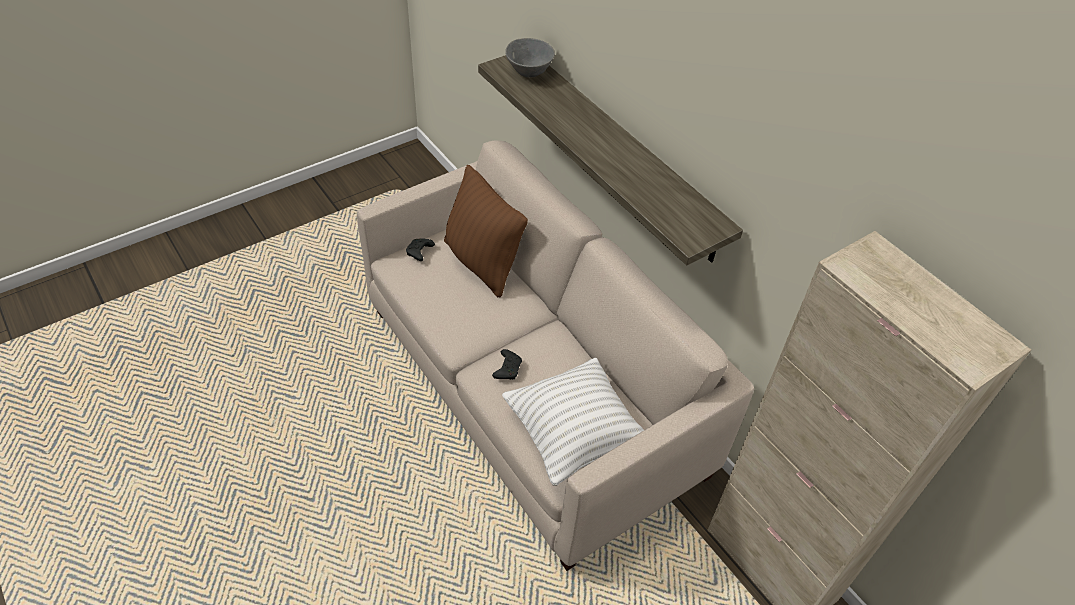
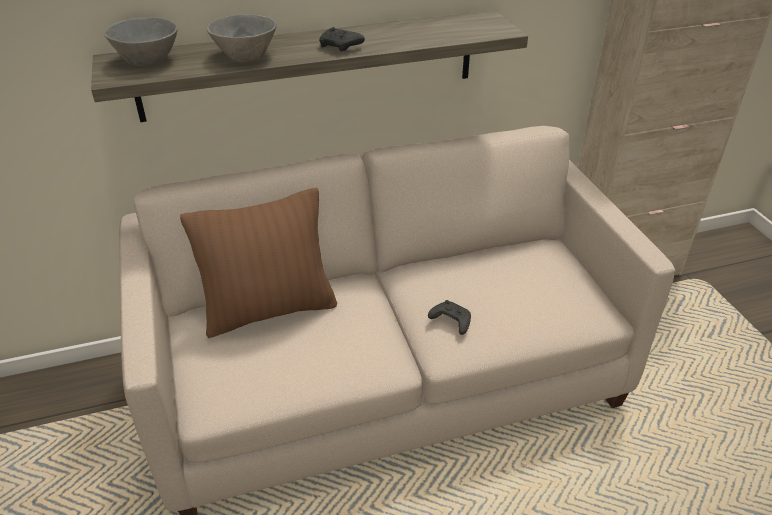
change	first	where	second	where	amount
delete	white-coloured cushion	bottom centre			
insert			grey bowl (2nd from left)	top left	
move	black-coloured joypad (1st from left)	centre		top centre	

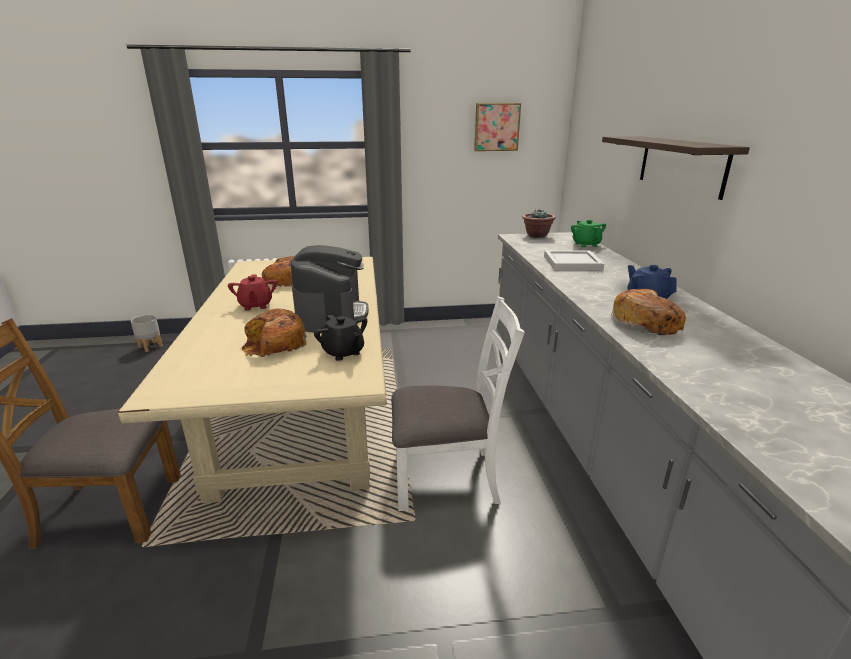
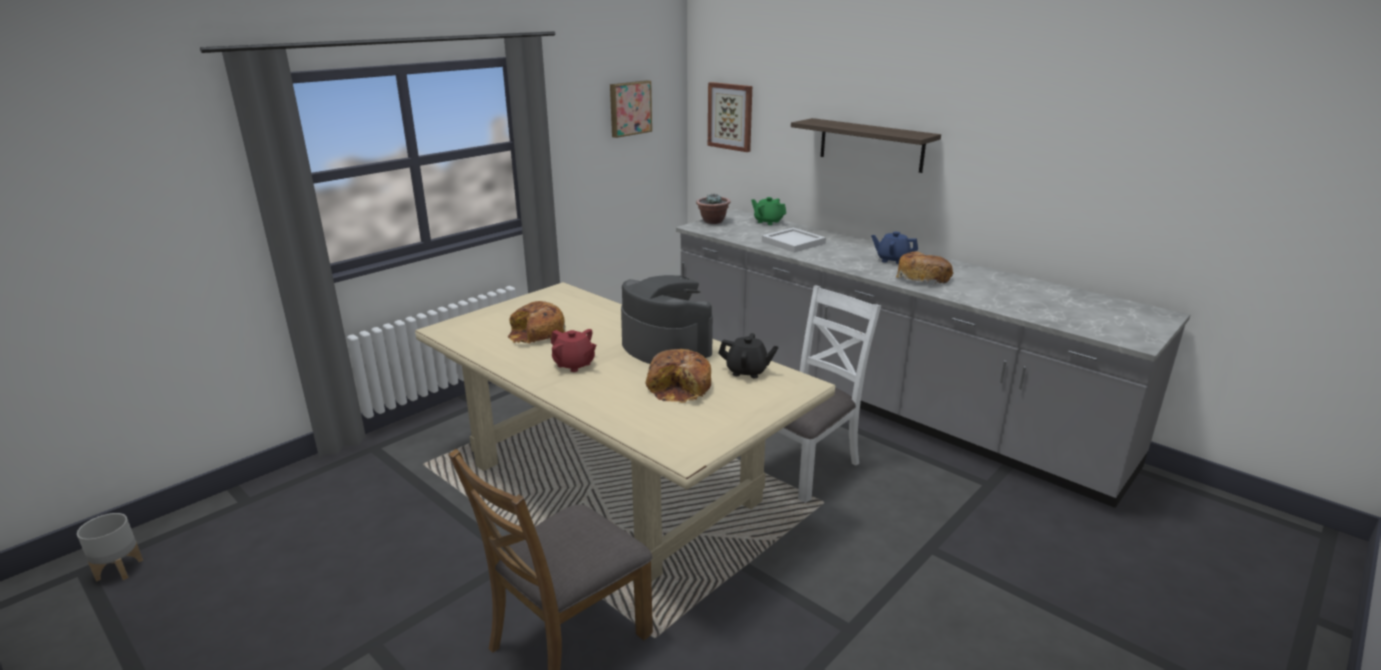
change	first	where	second	where	amount
insert			wall picture (2nd from left)	top centre	
move	grey flower pot	middle left		bottom left	

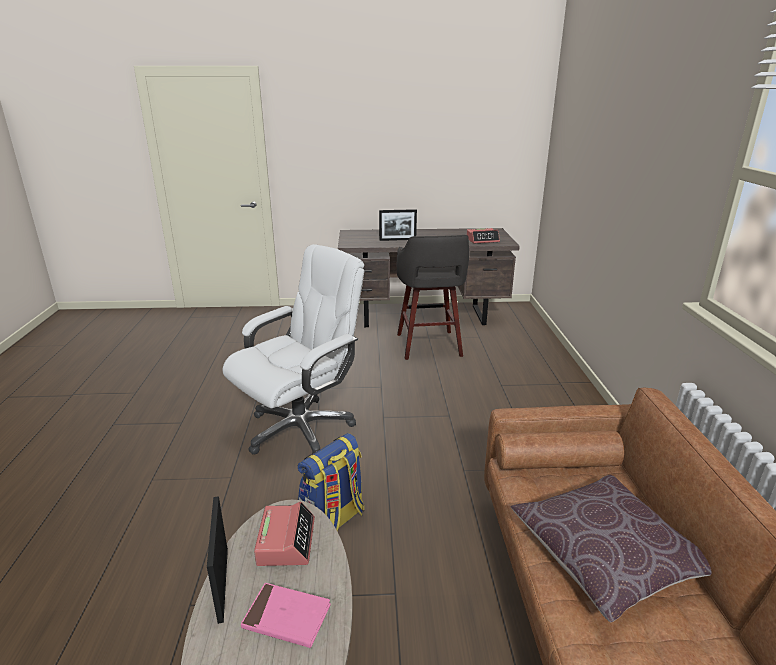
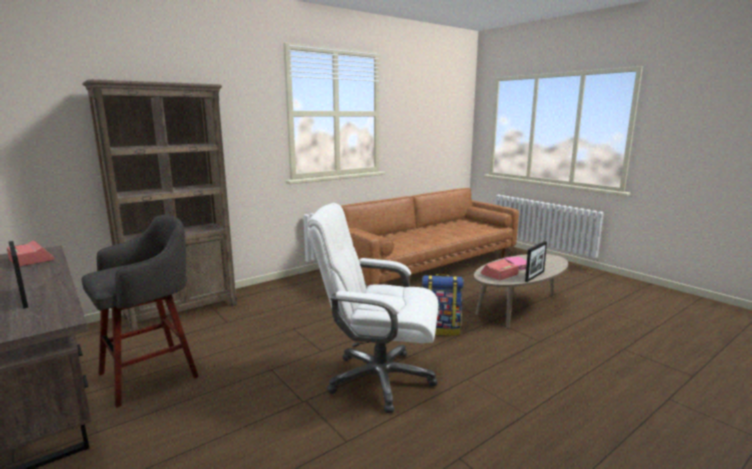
change	first	where	second	where	amount
delete	brownish cushion	bottom right			
insert			brownish bookshelf	middle left	

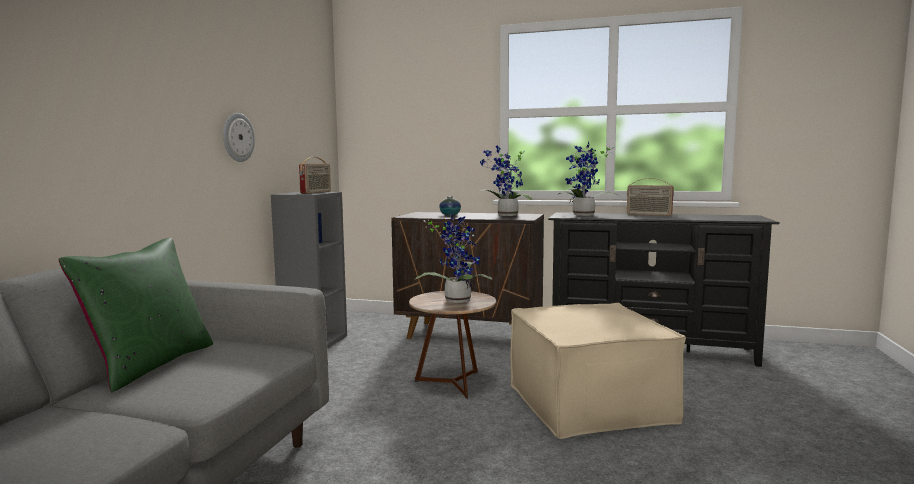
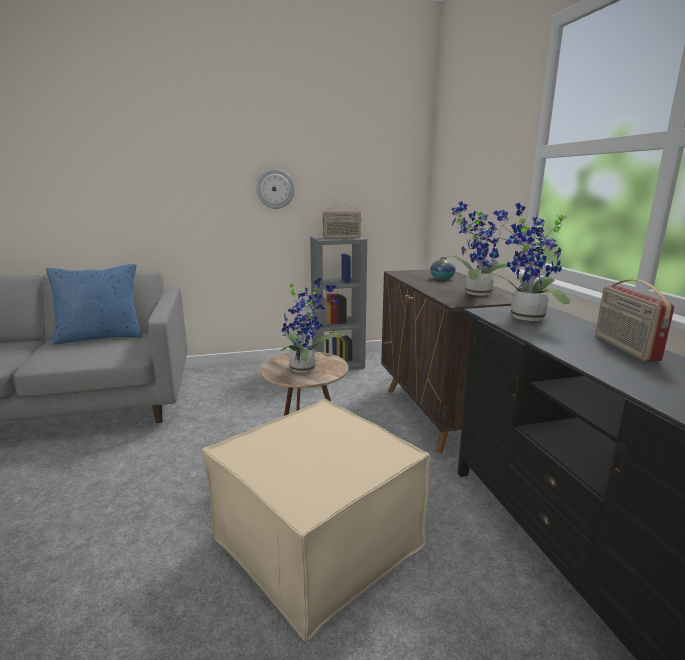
change	first	where	second	where	amount
recolor	green-coloured cushion	middle left	blue cushion	middle left	

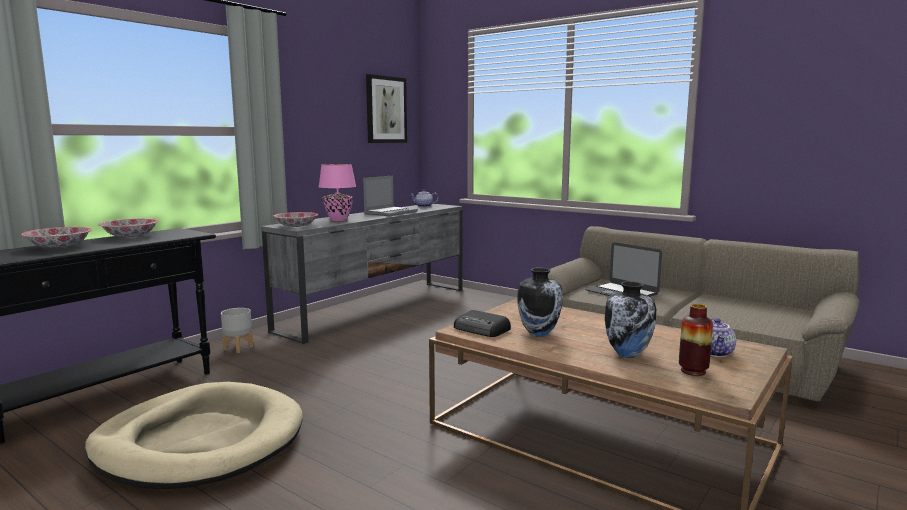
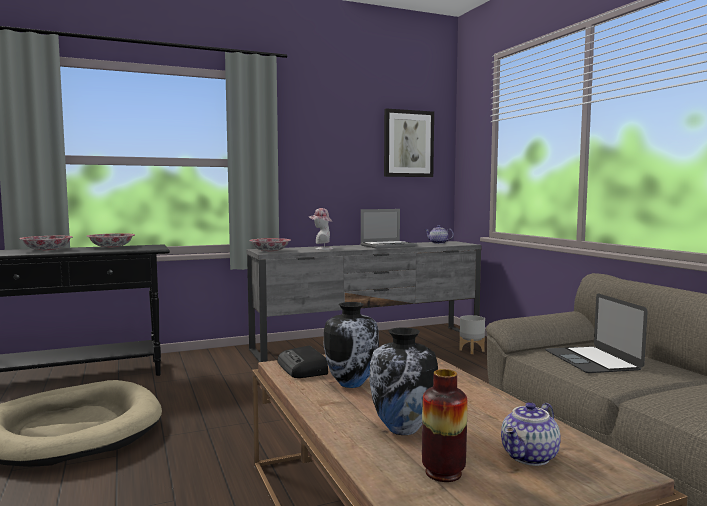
change	first	where	second	where	amount
move	grey flower pot	middle left		middle right	
replace	pinkish table lamp	centre	hat	centre	

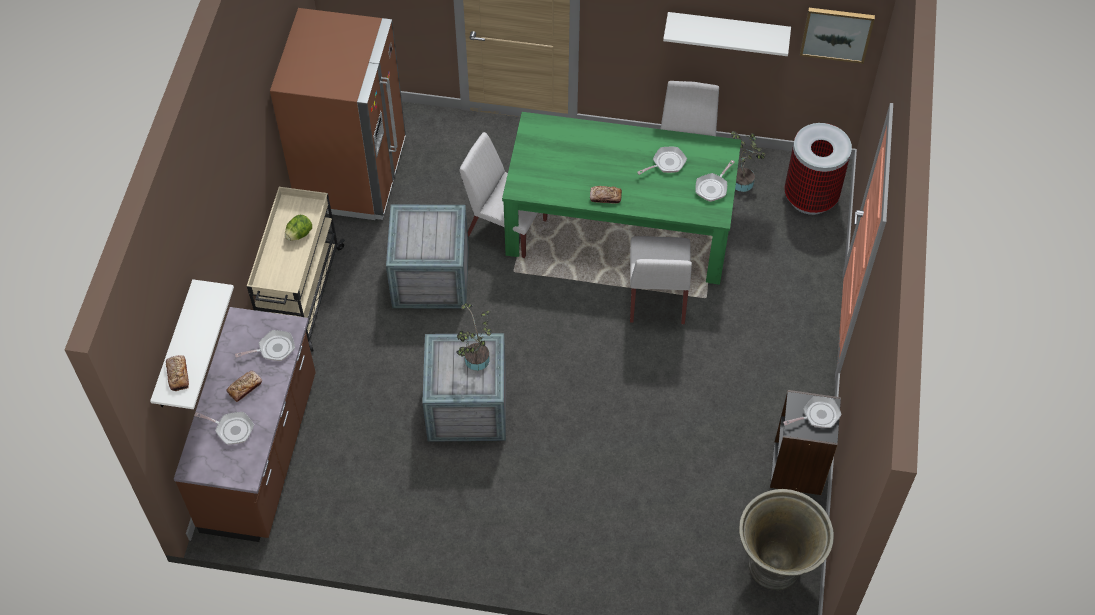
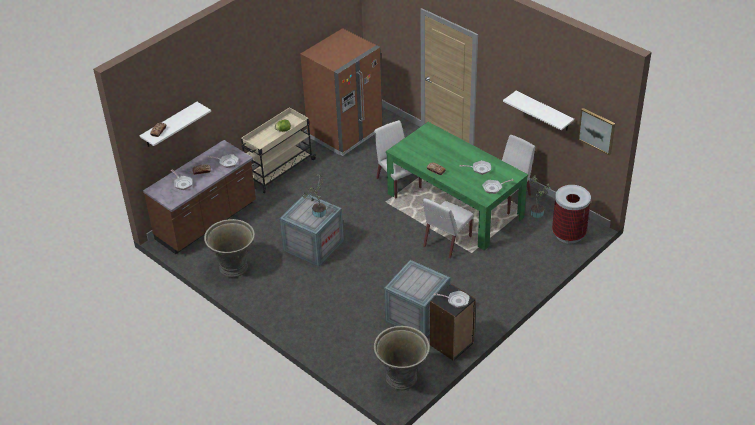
change	first	where	second	where	amount
insert			grey flower pot (1st from left)	middle left	
move	packing crate (1st from left in the first image)	centre	packing crate (2nd from left)	bottom centre	

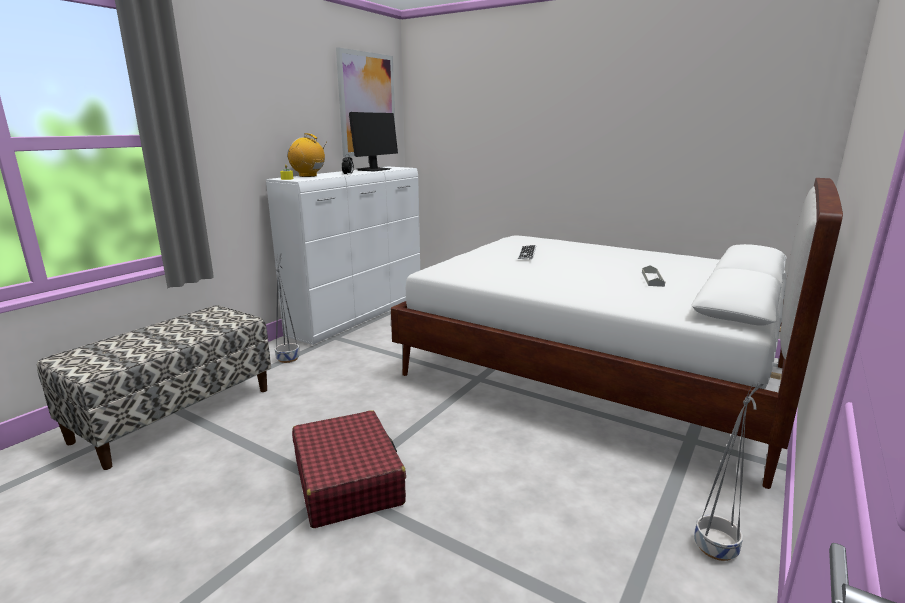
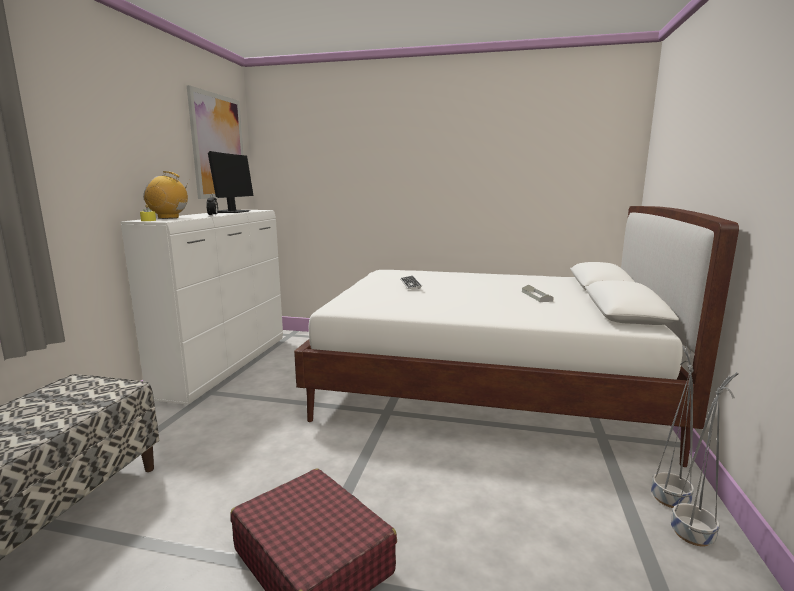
change	first	where	second	where	amount
move	grey flower pot (1st from left)	middle left		bottom right	

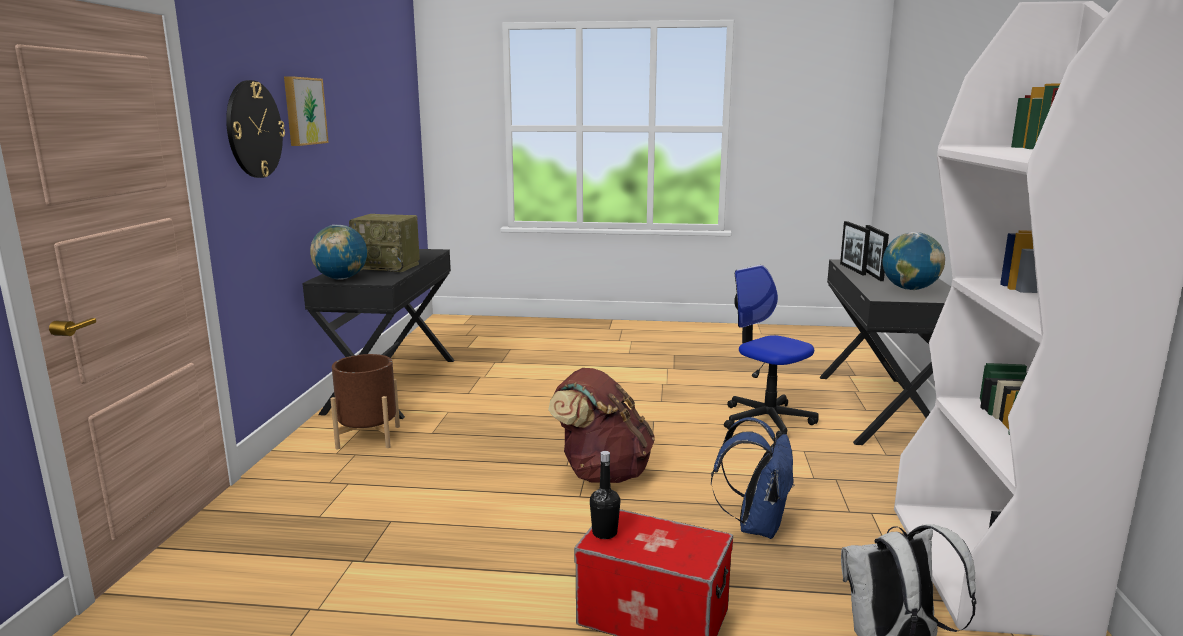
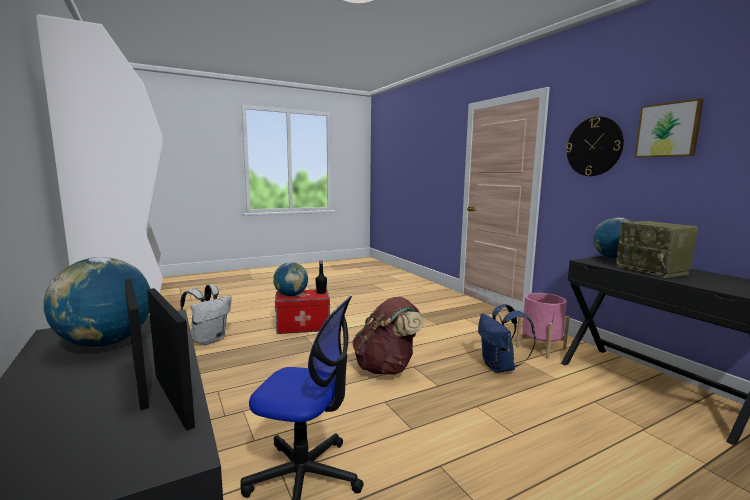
change	first	where	second	where	amount
insert			desk globe (2nd from left)	centre	
move	blue rucksack	bottom centre		bottom right	
recolor	brownish flower pot	middle left	pinkish flower pot	middle right	
rotate	radio receiver	middle left		middle right	90 degrees counterclockwise

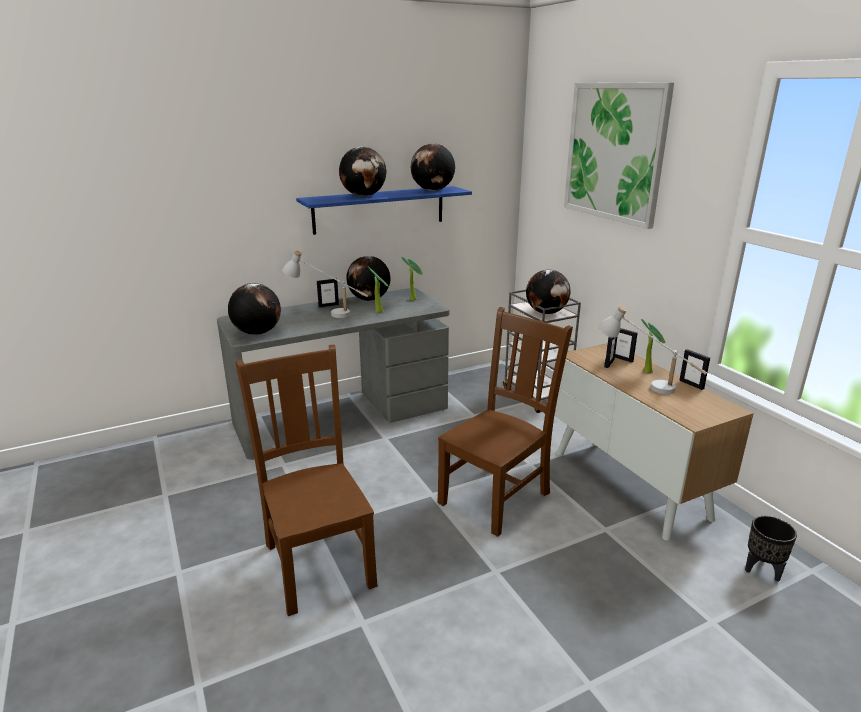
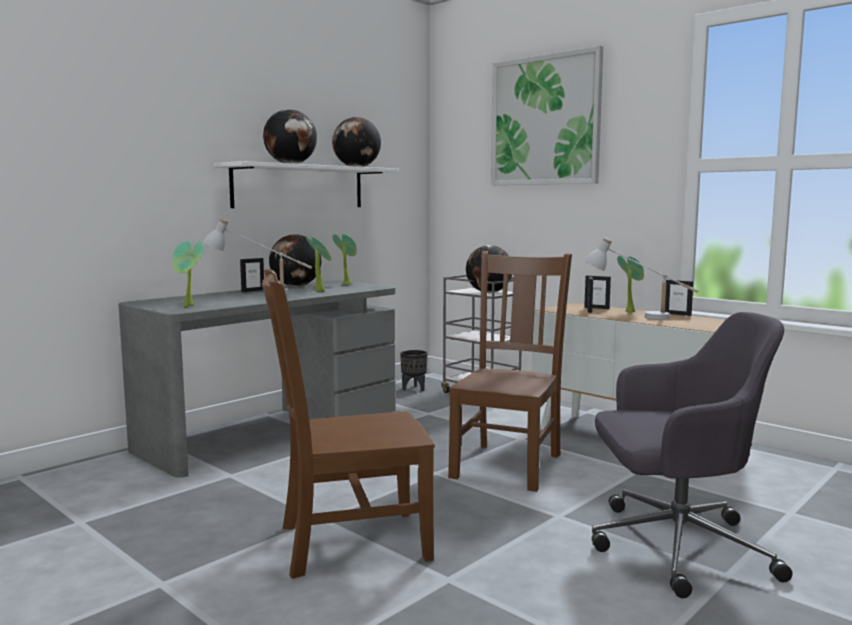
change	first	where	second	where	amount
insert			grey desk chair	bottom right	
move	black-coloured flower pot	bottom right		centre	
replace	desk globe (1st from left)	middle left	potted plant (1st from left)	middle left	
recolor	blue wall shelf	top centre	white-coloured wall shelf	top centre	
rotate	brownish chair (1st from left)	bottom centre		bottom centre	60 degrees counterclockwise

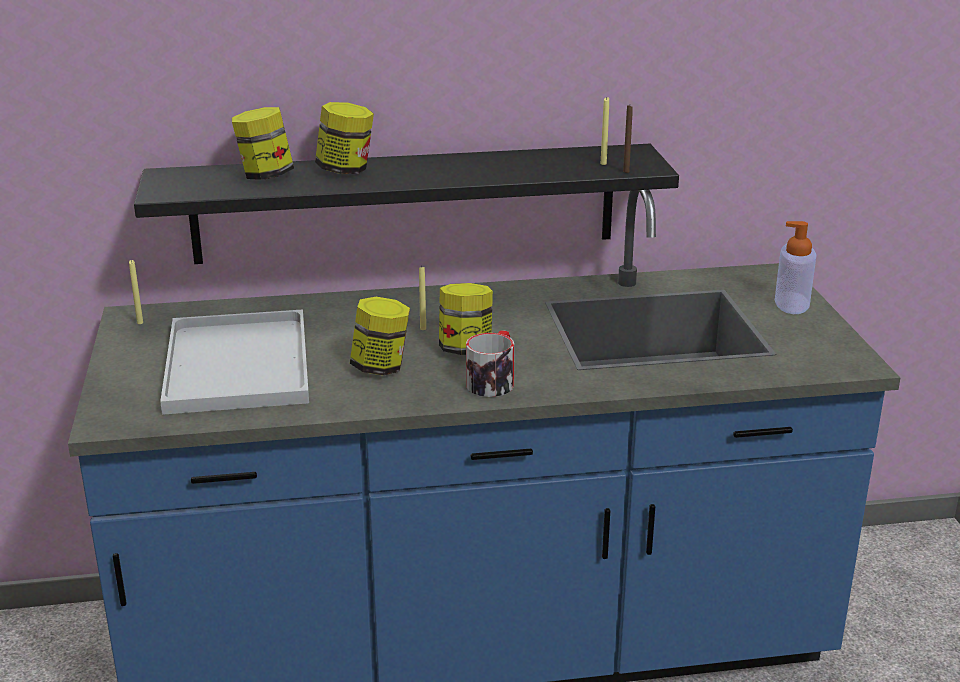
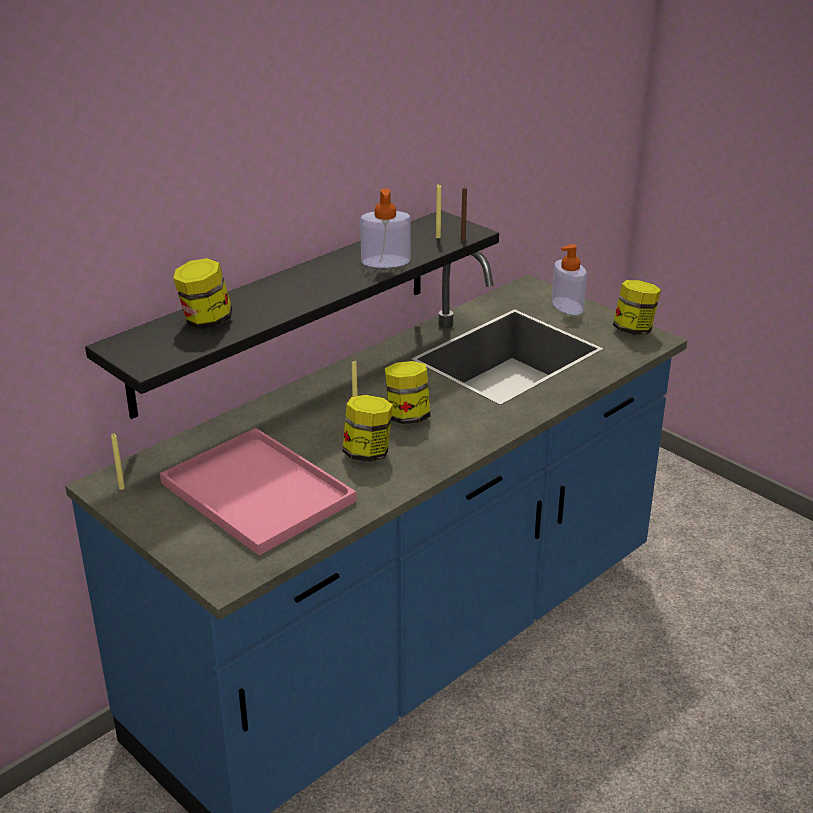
change	first	where	second	where	amount
delete	coffee mug	centre			
insert			liquid soap bottle (1st from left)	top centre	
move	preserve jar (2nd from left in the first image)	top centre	preserve jar (4th from left)	middle right	
recolor	white-coloured tray	middle left	pinkish tray	middle left	

